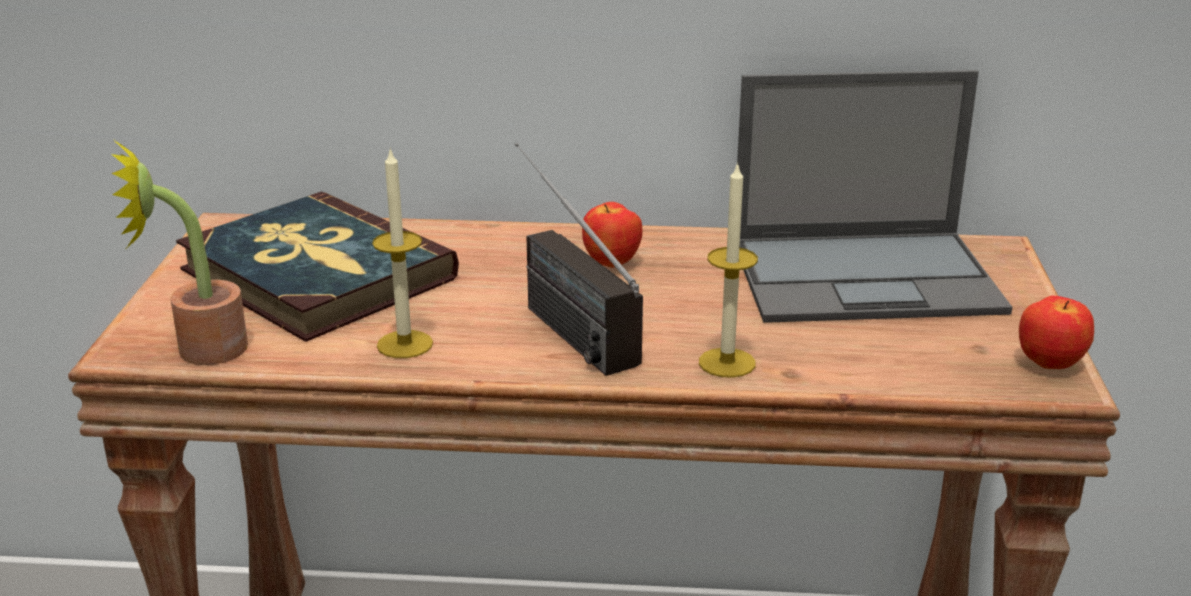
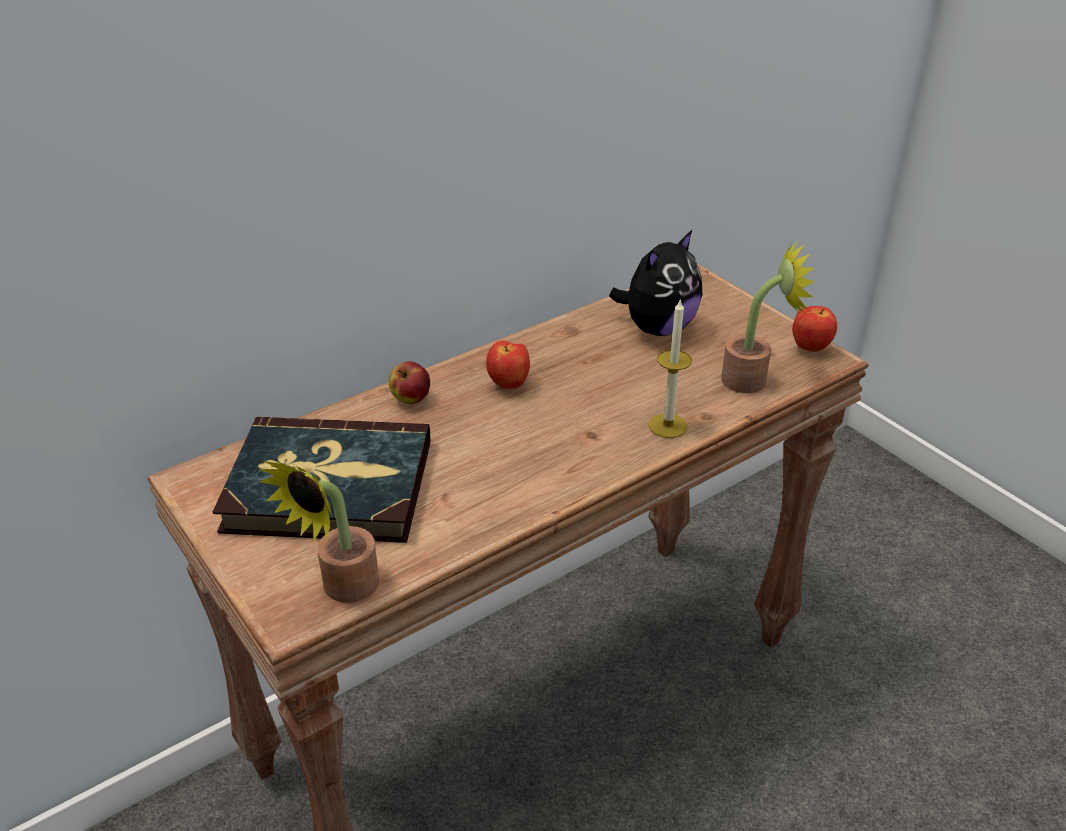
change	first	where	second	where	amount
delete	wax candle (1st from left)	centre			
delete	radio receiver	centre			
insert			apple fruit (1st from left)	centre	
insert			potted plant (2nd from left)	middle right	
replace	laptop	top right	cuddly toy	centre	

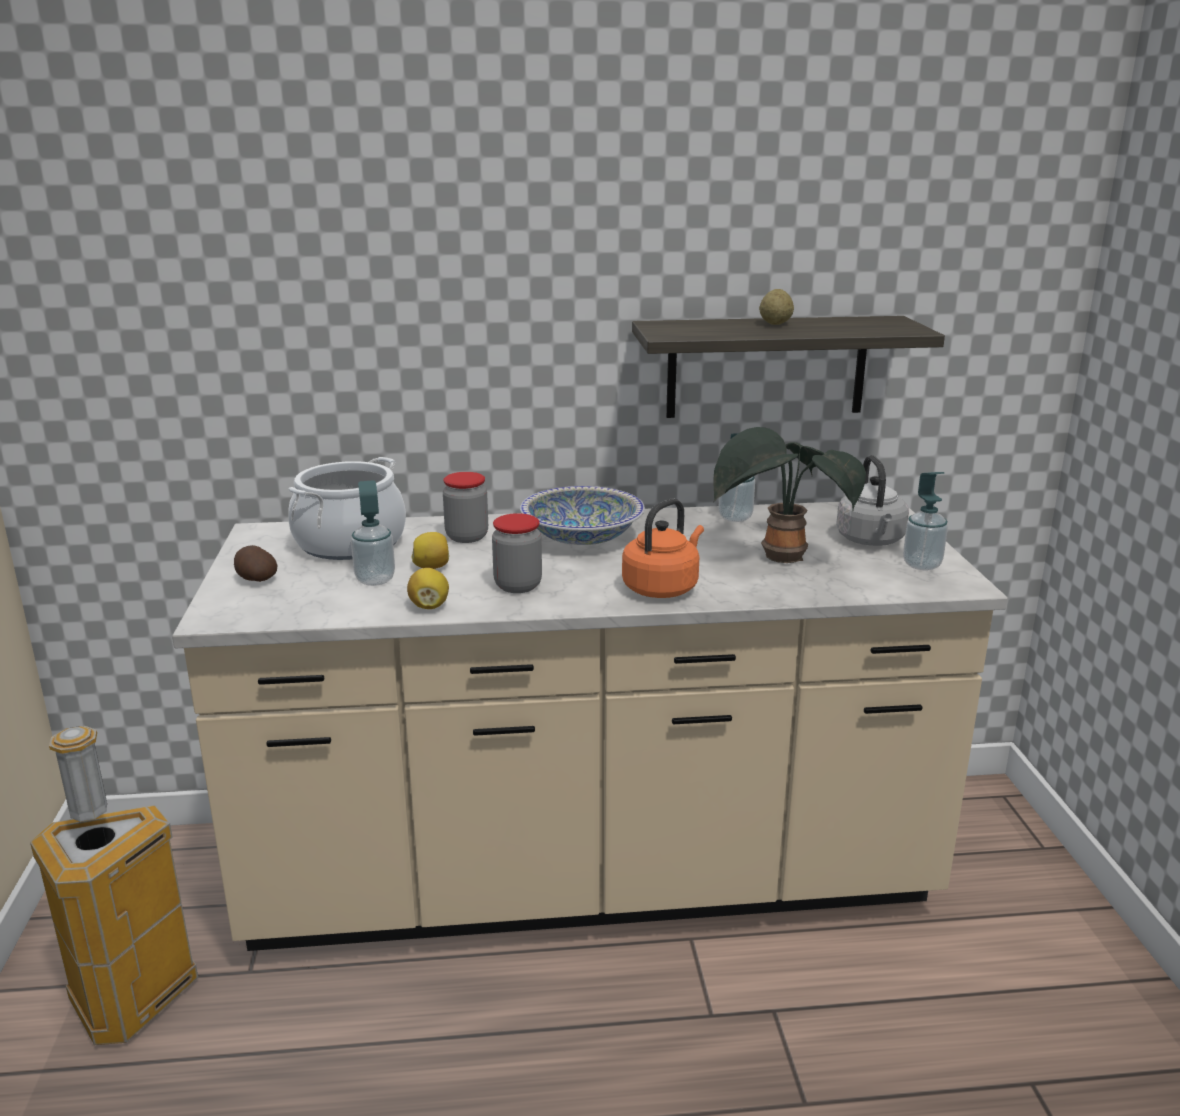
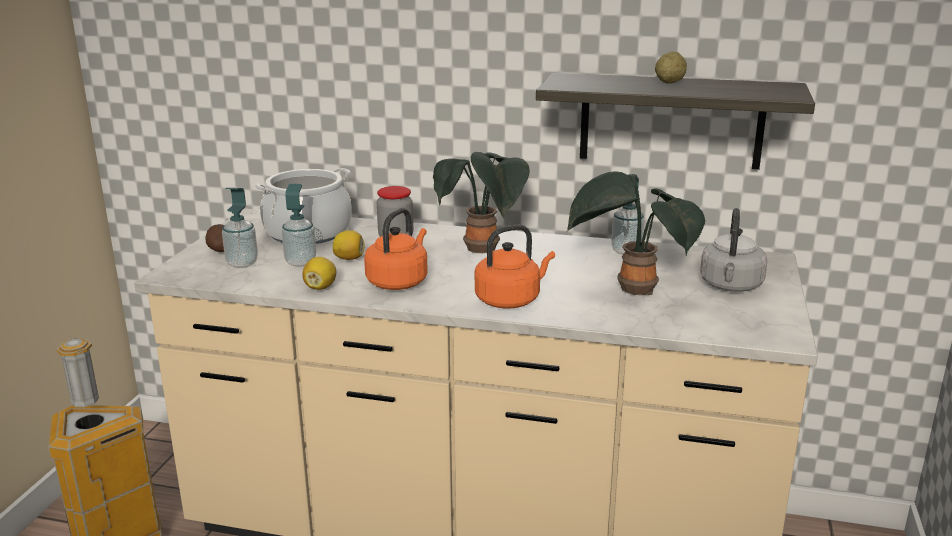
change	first	where	second	where	amount
move	liquid soap bottle (3rd from left in the first image)	middle right	liquid soap bottle (1st from left)	middle left	
replace	preserve jar (2nd from left)	centre	orange-coloured kettle (1st from left)	centre	
replace	bowl	centre	potted plant (1st from left)	centre	

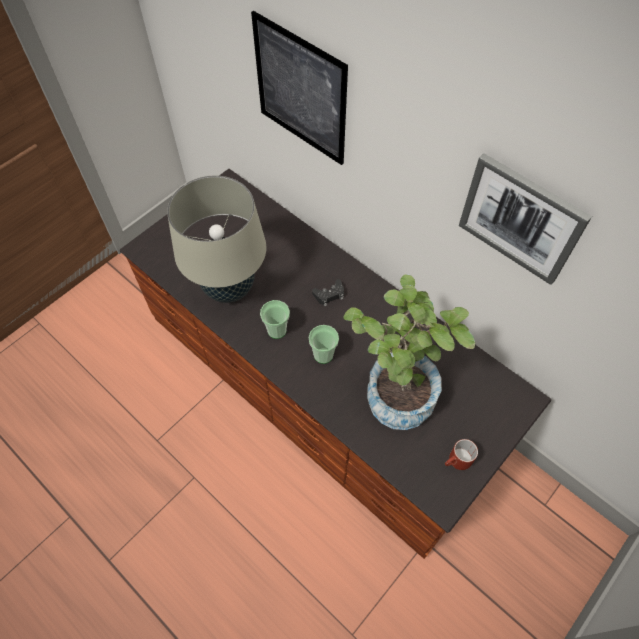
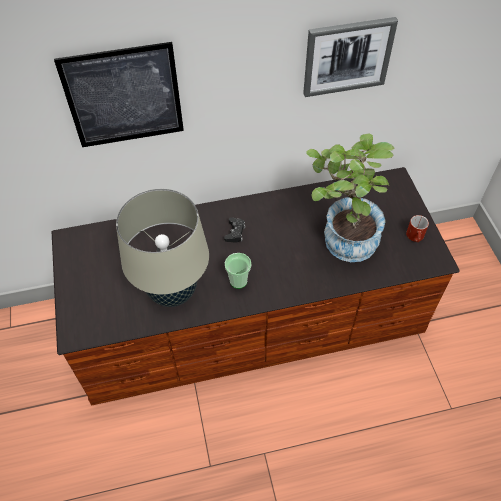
change	first	where	second	where	amount
delete	small cup (2nd from left)	centre			

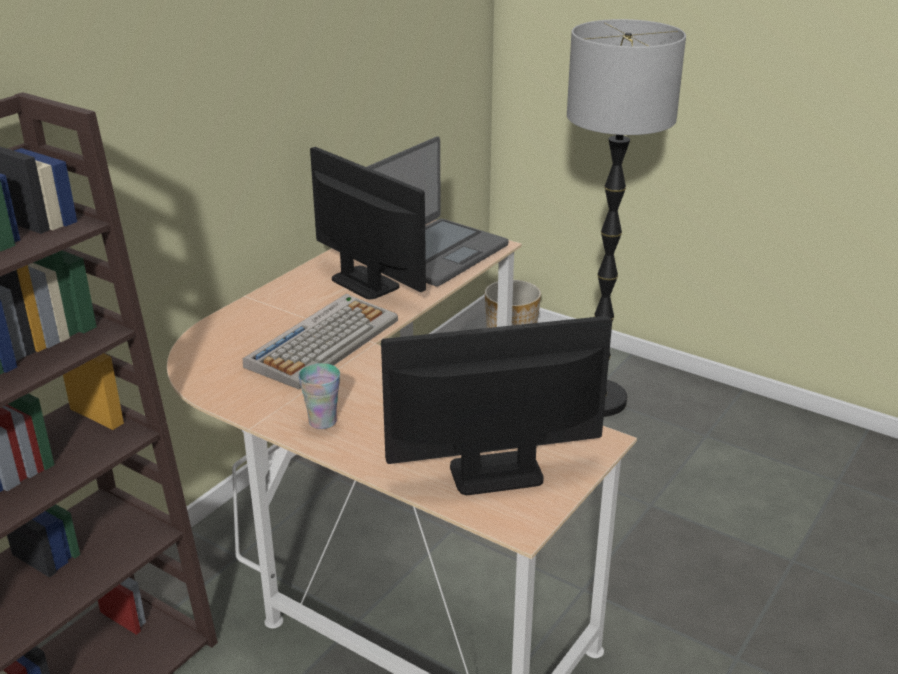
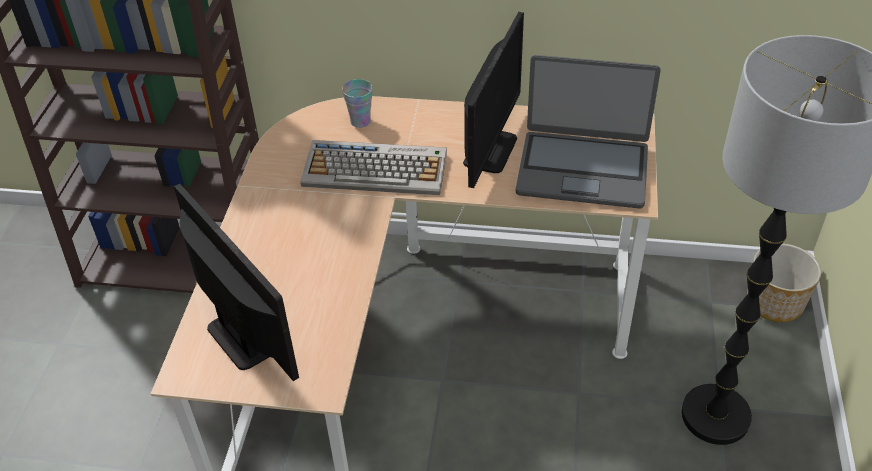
change	first	where	second	where	amount
move	small cup	centre		top centre	

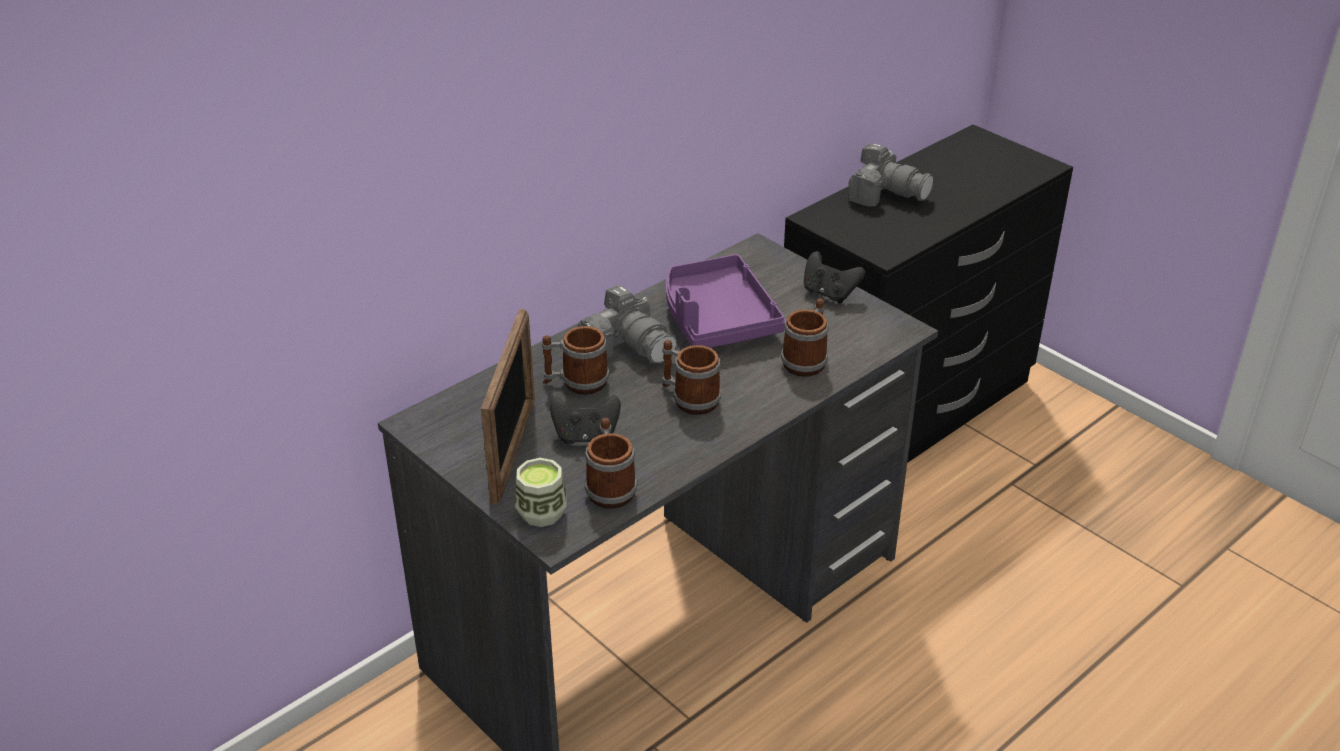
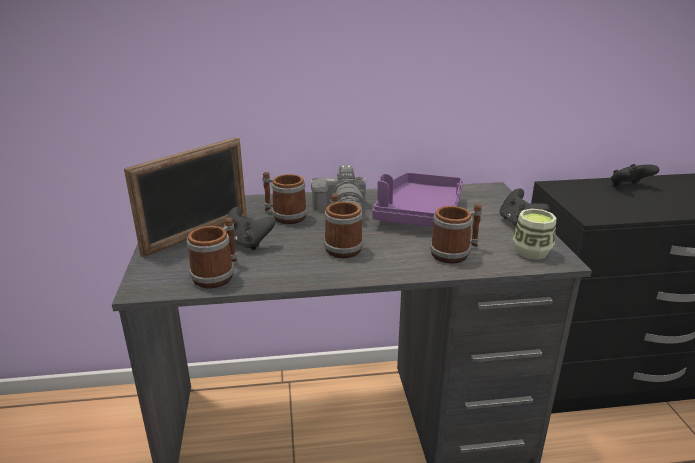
change	first	where	second	where	amount
move	small cup	centre		middle right	
replace	photo camera (2nd from left)	top centre	black-coloured joypad (3rd from left)	middle right	

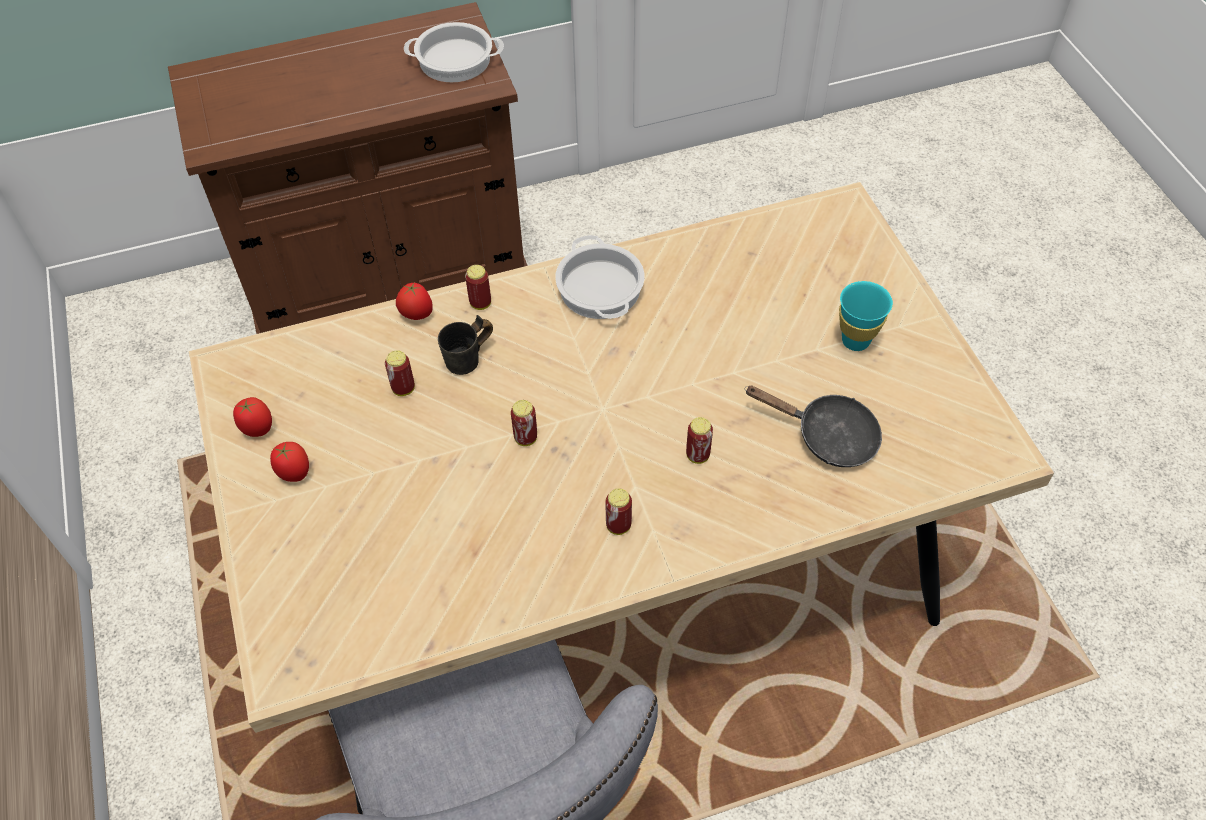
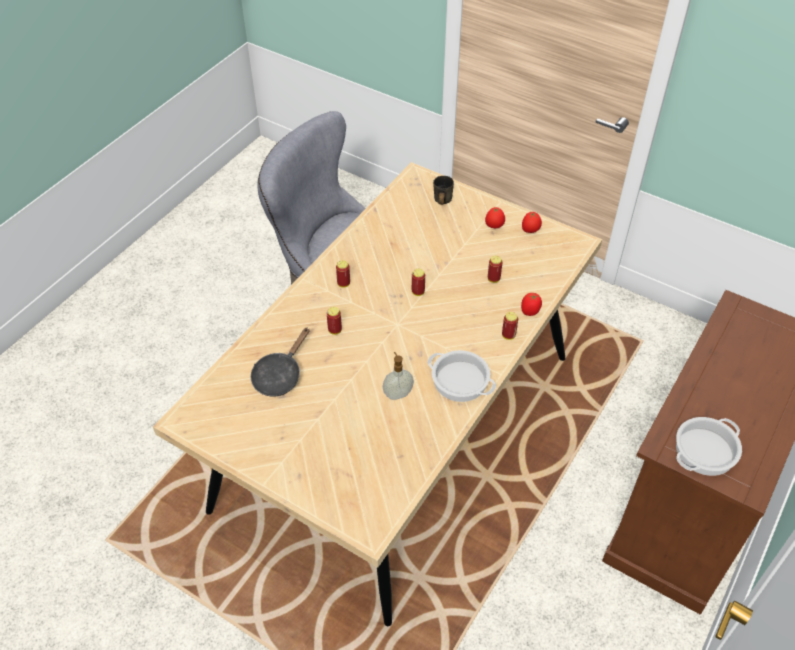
change	first	where	second	where	amount
delete	turquoise small cup	middle right			
insert			liquid soap bottle	centre	
move	grey coffee mug	centre		top centre	
rotate	black-coloured frying pan	middle right		centre	45 degrees counterclockwise

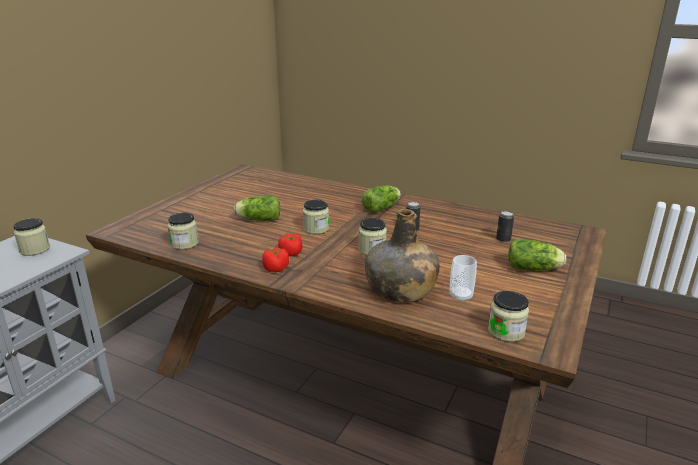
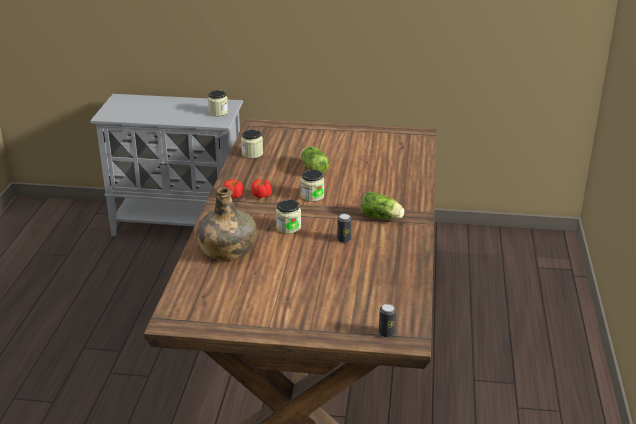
change	first	where	second	where	amount
delete	small cup	centre			
delete	preserve jar (5th from left)	bottom right			
delete	lettuce (3rd from left)	middle right			
move	metal can (2nd from left)	middle right		bottom centre	

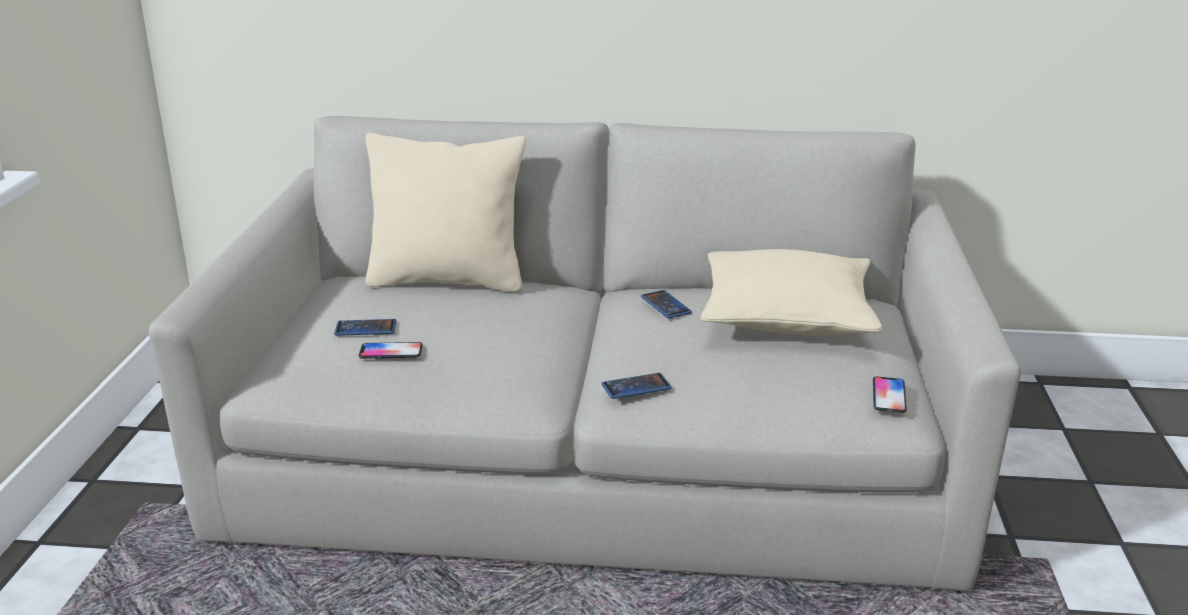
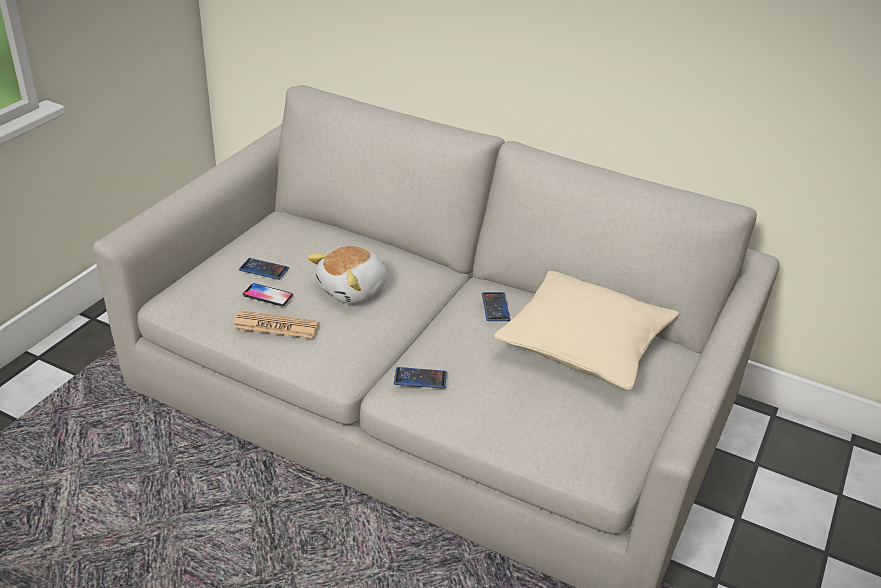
change	first	where	second	where	amount
delete	beige cushion (1st from left)	centre			
delete	handset (5th from left)	middle right			
insert			printed paper	middle left	
insert			cuddly toy	centre	

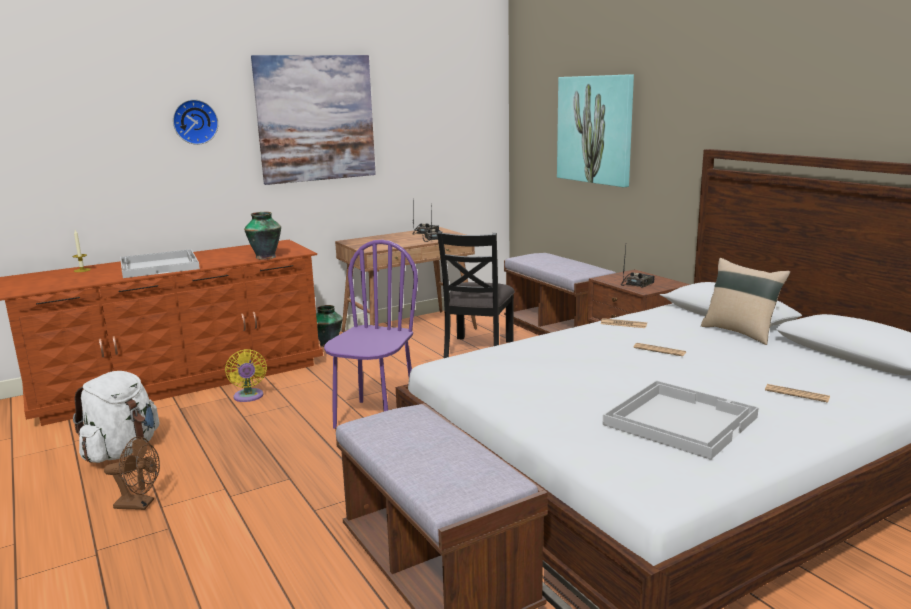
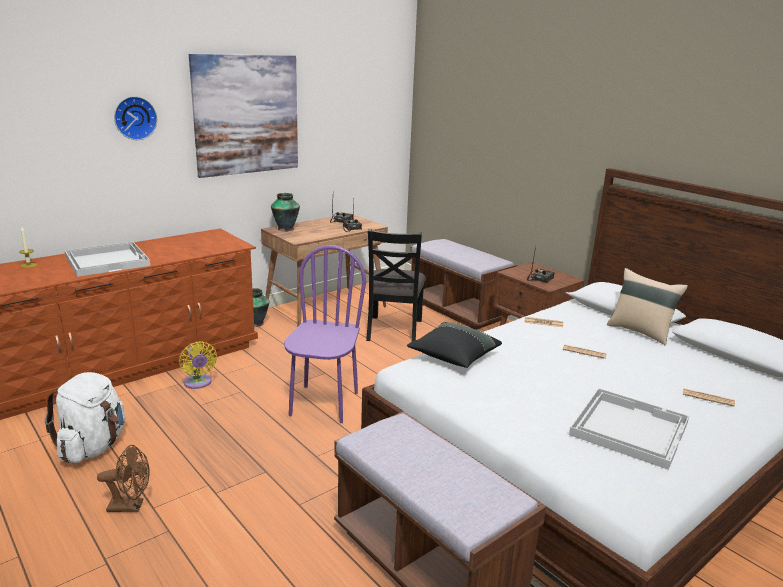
change	first	where	second	where	amount
delete	wall picture (2nd from left)	top centre			
insert			black-coloured cushion	centre	
move	vase (1st from left in the first image)	middle left	vase (2nd from left)	centre	

